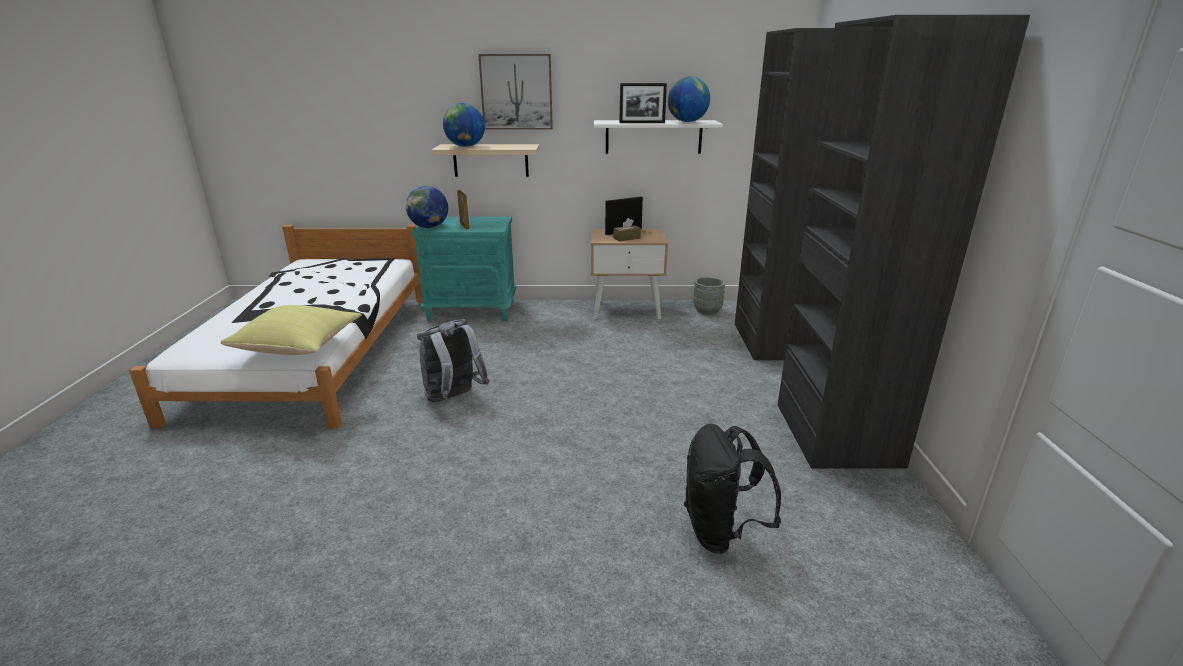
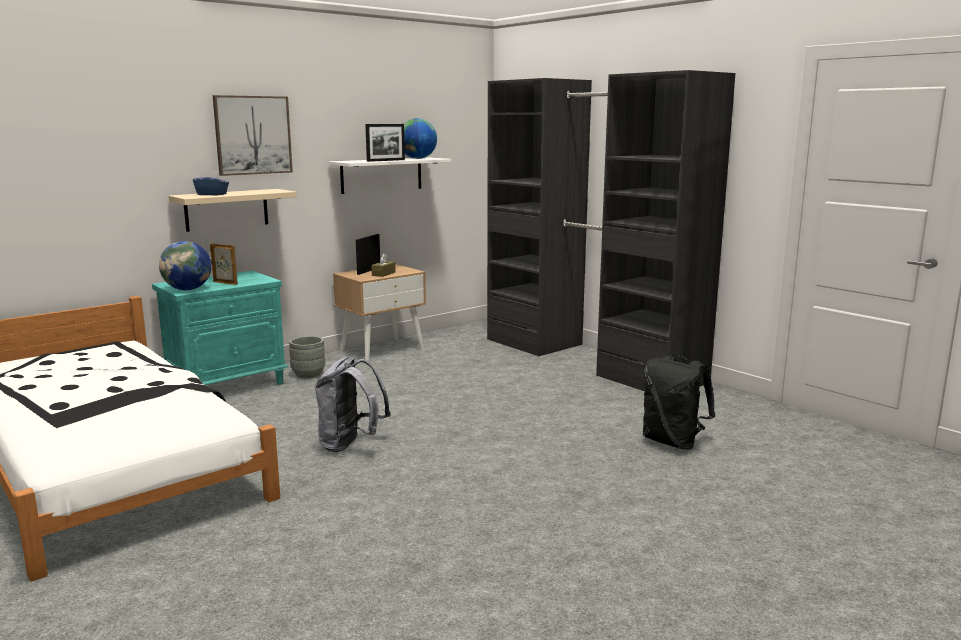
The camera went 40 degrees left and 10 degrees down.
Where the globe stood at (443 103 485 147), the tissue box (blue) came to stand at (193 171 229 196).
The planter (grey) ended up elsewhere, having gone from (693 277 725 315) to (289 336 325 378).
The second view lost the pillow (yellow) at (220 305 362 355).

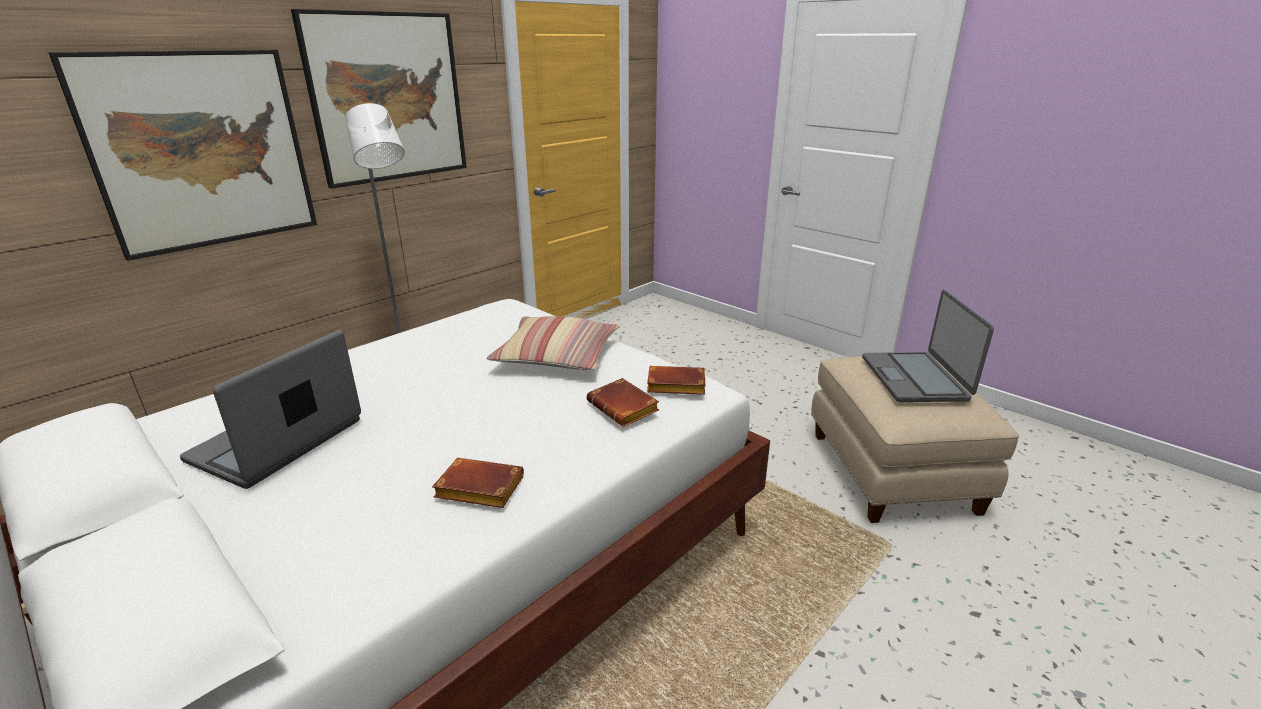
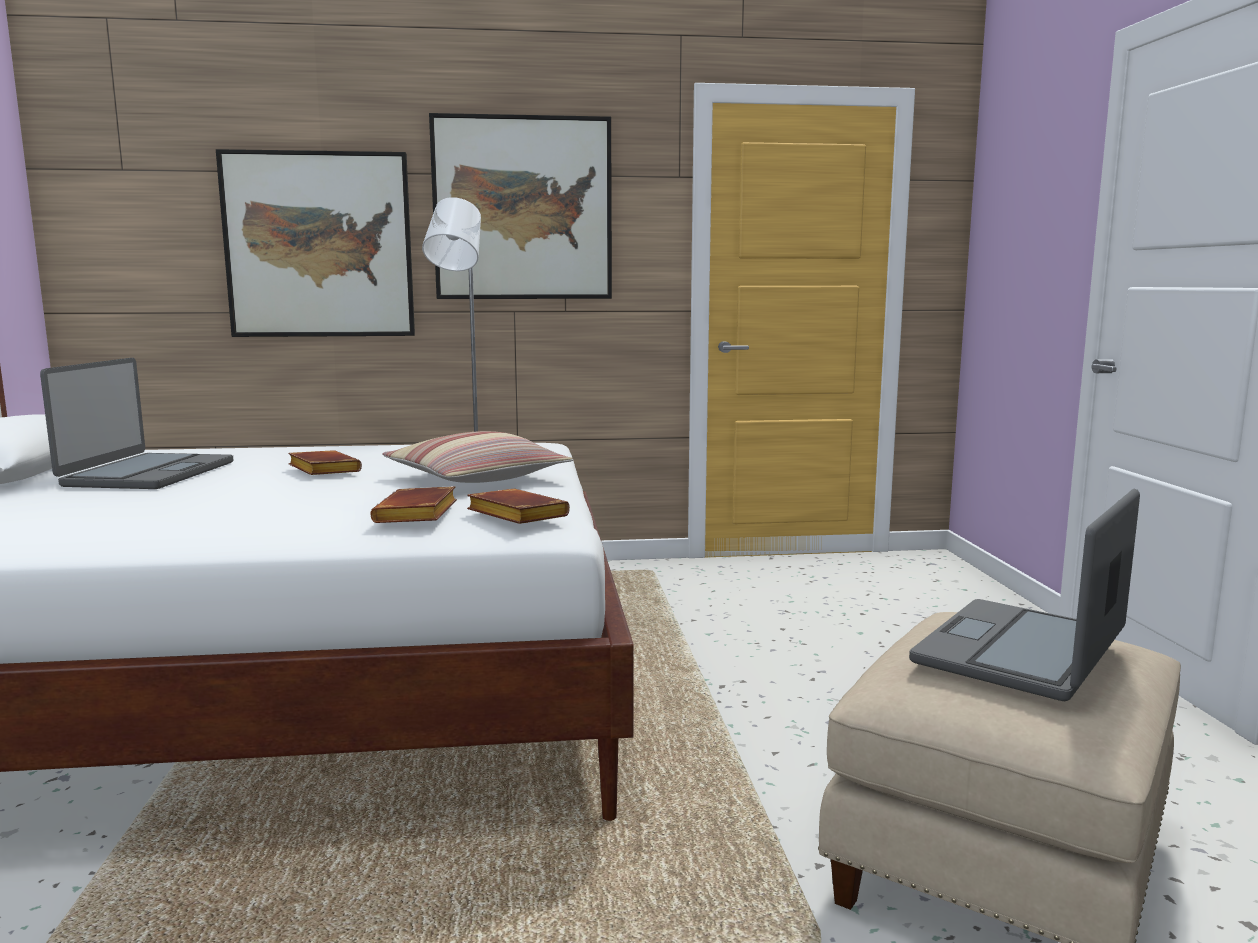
The camera went 40 degrees right and 15 degrees down.
The laptop at (180 330 361 489) ended up facing another way, 120 degrees clockwise from before.
The book (brown) ended up elsewhere, having gone from (432 458 524 508) to (288 450 362 475).

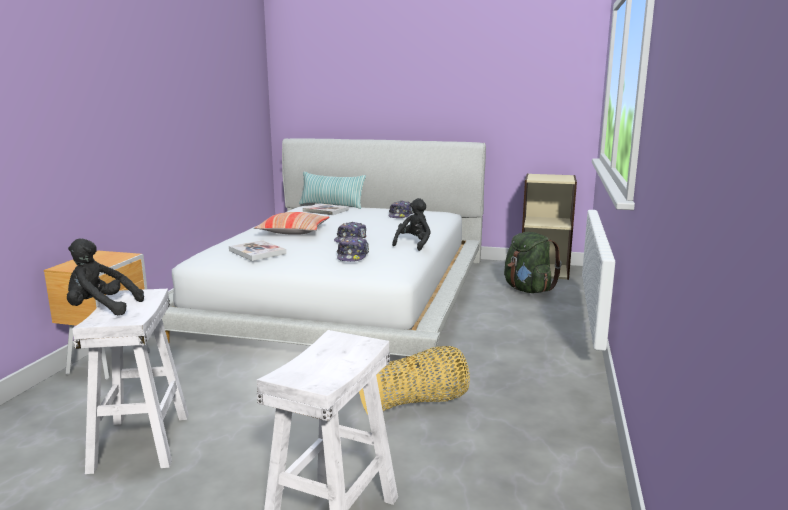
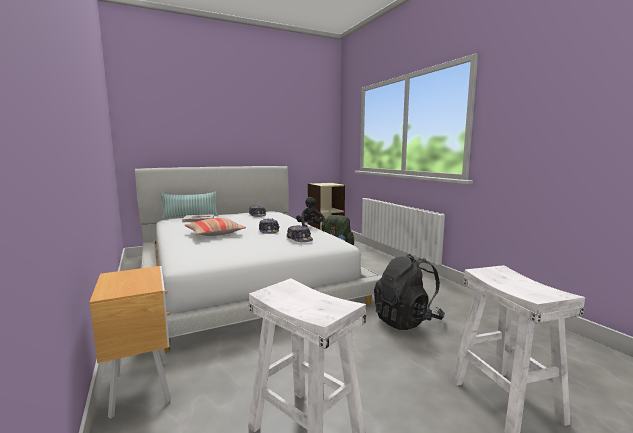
The camera went 40 degrees left and 5 degrees down.
The second view lost the plush toy (black) at (67 239 144 315).
The second view lost the book at (229 240 286 261).
Where the basket stood at (359 346 470 415), the backpack (black) came to stand at (374 254 445 330).

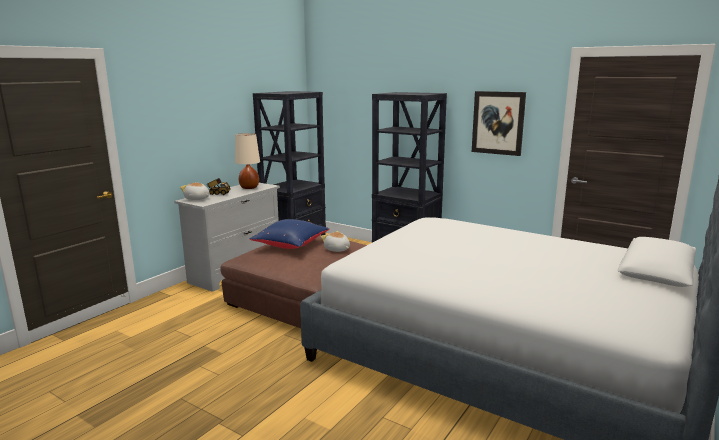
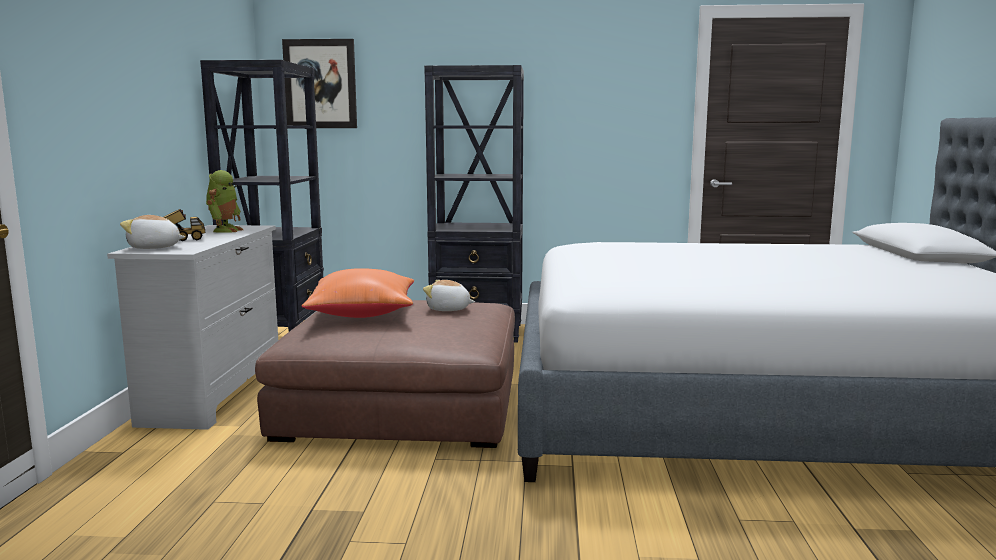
The camera went 30 degrees left and 5 degrees down.
The picture ended up elsewhere, having gone from (472 91 526 156) to (282 39 357 128).
Where the table lamp (beige) stood at (235 133 260 189), the toy robot came to stand at (206 170 243 233).
What was the pillow (blue) at (249 219 329 249) turned into the pillow (orange) at (302 268 414 318).

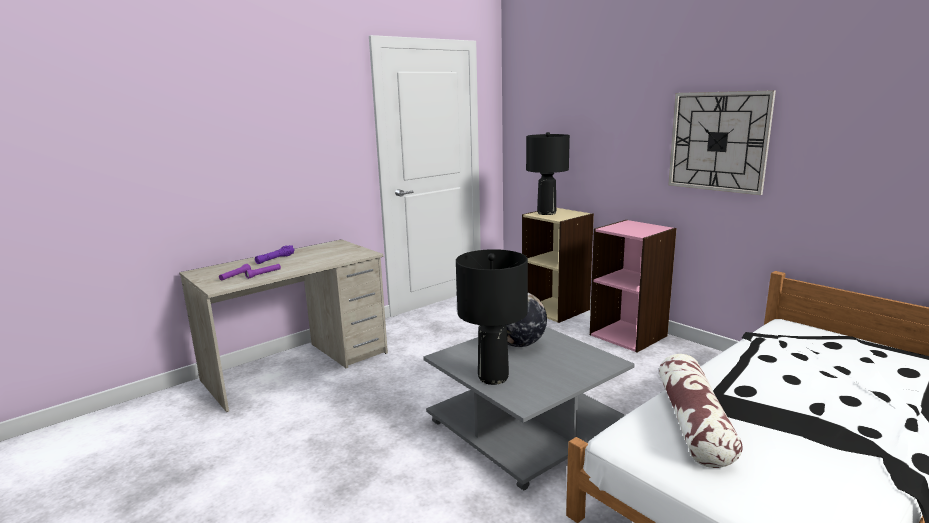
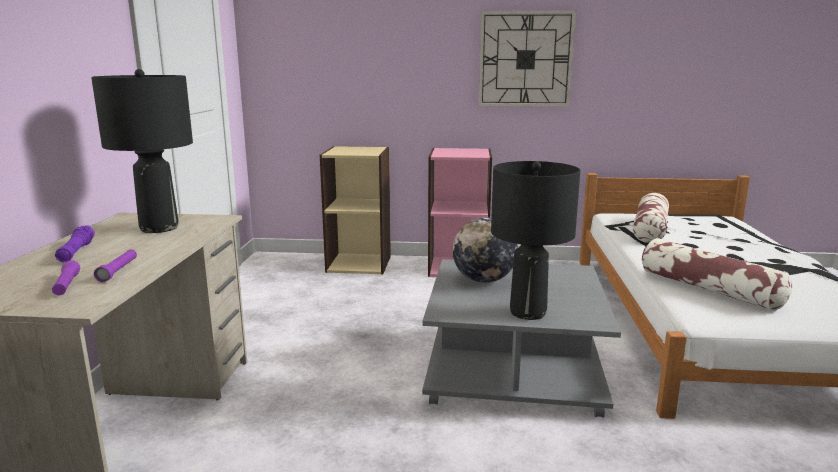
The camera went 45 degrees left and 0 degrees up.
The table lamp (black) ended up elsewhere, having gone from (526 132 570 215) to (91 69 193 233).
The second view gained the pillow at (632 193 669 243).

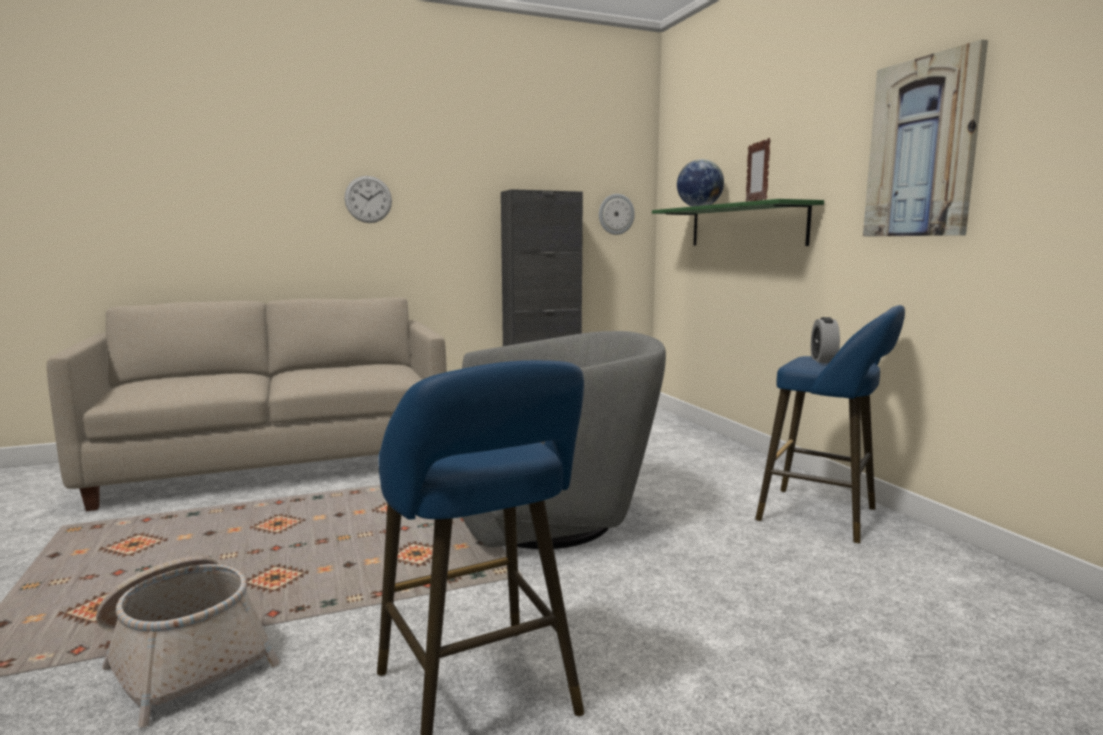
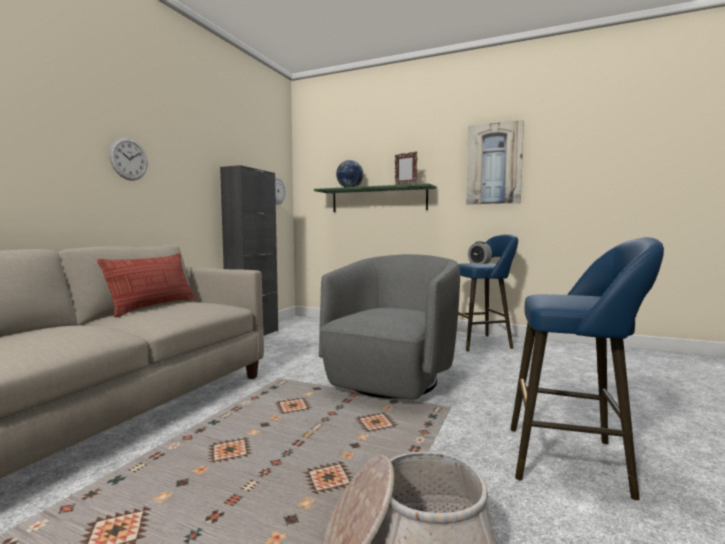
The camera went 45 degrees left and 5 degrees down.
The second view gained the pillow at (97 253 195 318).

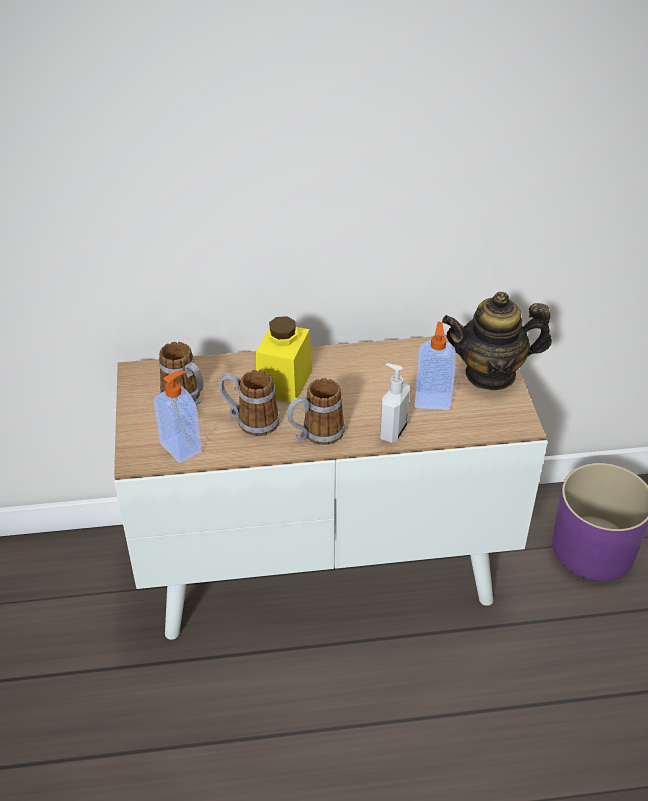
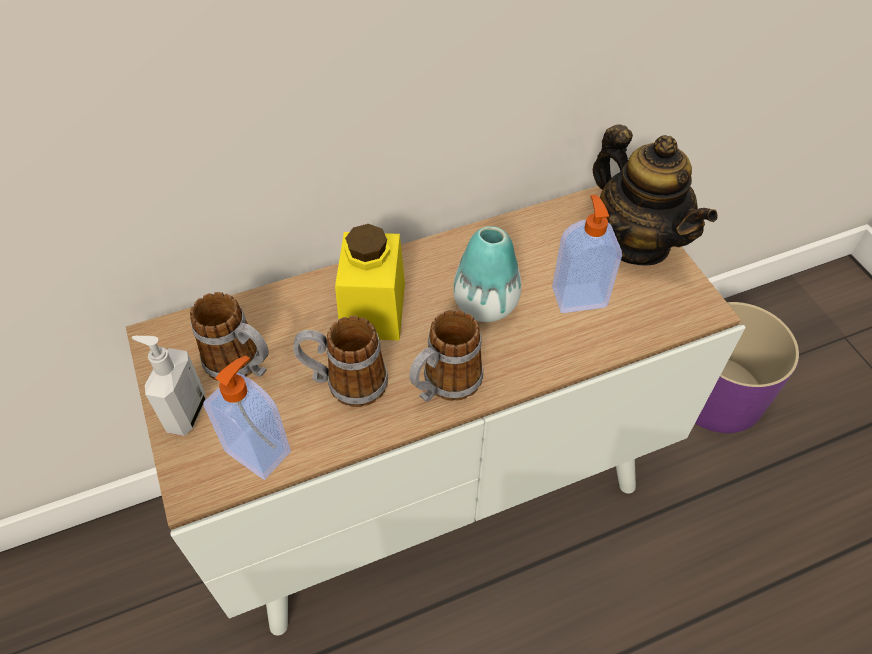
The camera went 15 degrees left and 10 degrees up.
The teapot at (442 292 552 391) ended up facing another way, 105 degrees counterclockwise from before.
The soap dispenser ended up elsewhere, having gone from (380 363 410 443) to (132 336 206 436).
The second view gained the vase at (453 226 521 322).

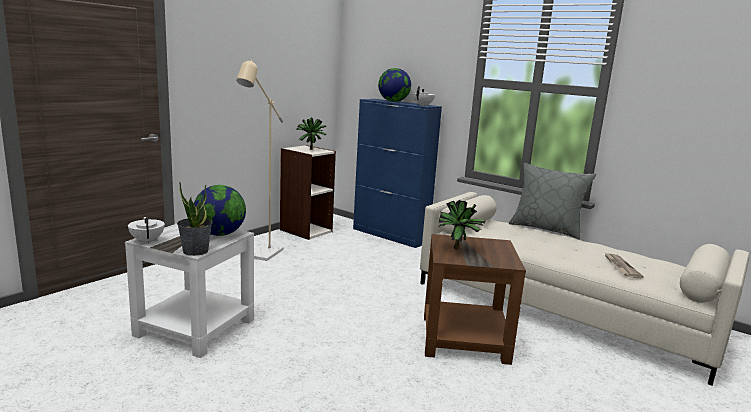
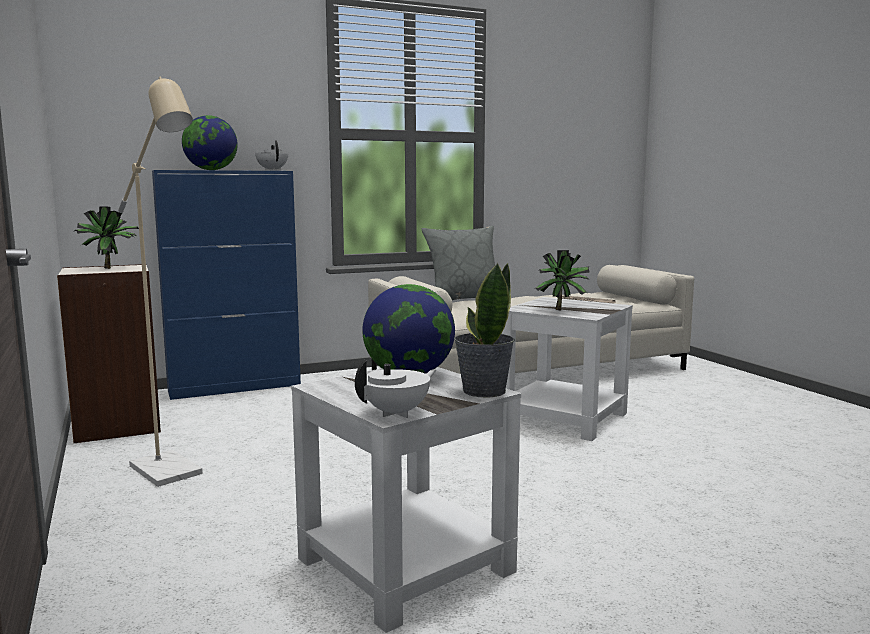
The camera went 60 degrees left and 5 degrees down.
The teapot (white) at (128 217 165 244) ended up facing another way, 135 degrees clockwise from before.
What was the side table (brown) at (424 234 526 365) turned into the side table (white) at (501 297 633 441).

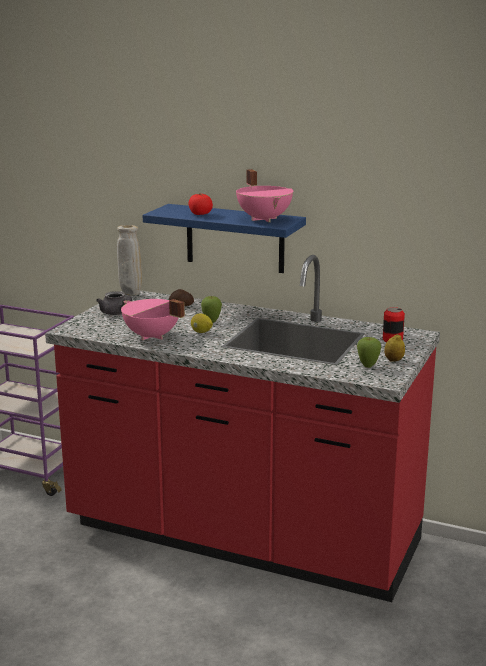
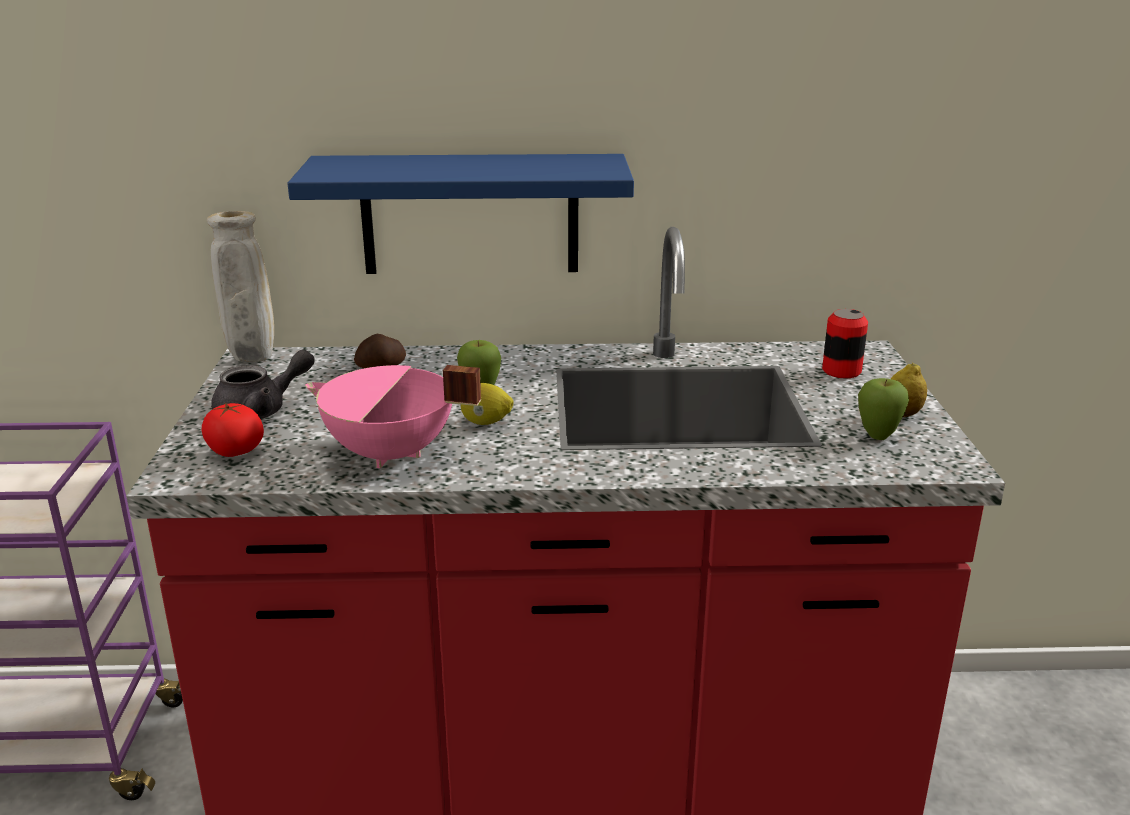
The camera went 25 degrees left and 5 degrees up.
The second view lost the cooking pot (pink) at (236 169 293 222).
The tomato ended up elsewhere, having gone from (188 193 213 215) to (201 402 264 457).
The teapot (grey) at (96 291 132 315) ended up facing another way, 60 degrees counterclockwise from before.

